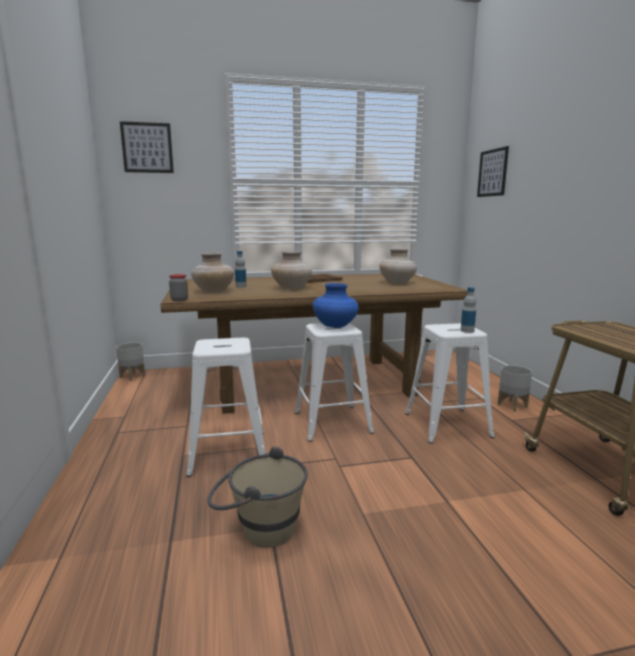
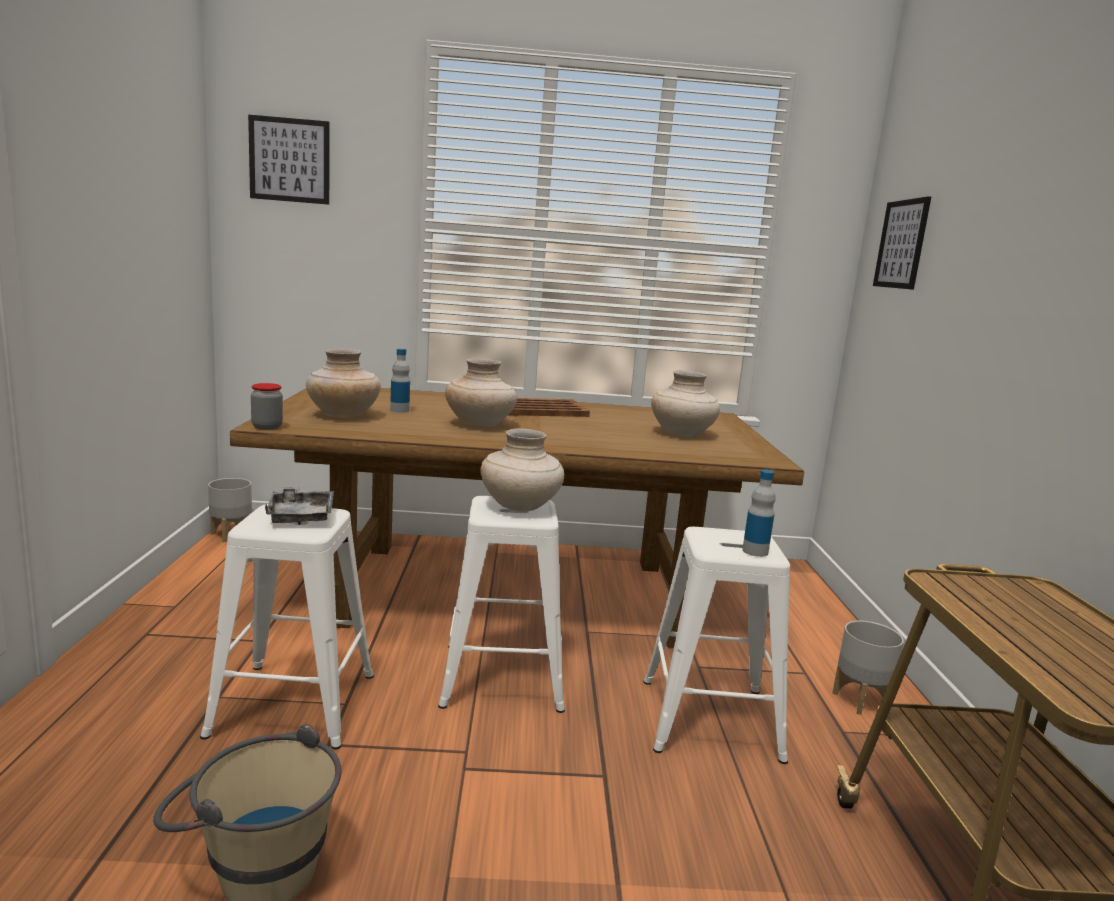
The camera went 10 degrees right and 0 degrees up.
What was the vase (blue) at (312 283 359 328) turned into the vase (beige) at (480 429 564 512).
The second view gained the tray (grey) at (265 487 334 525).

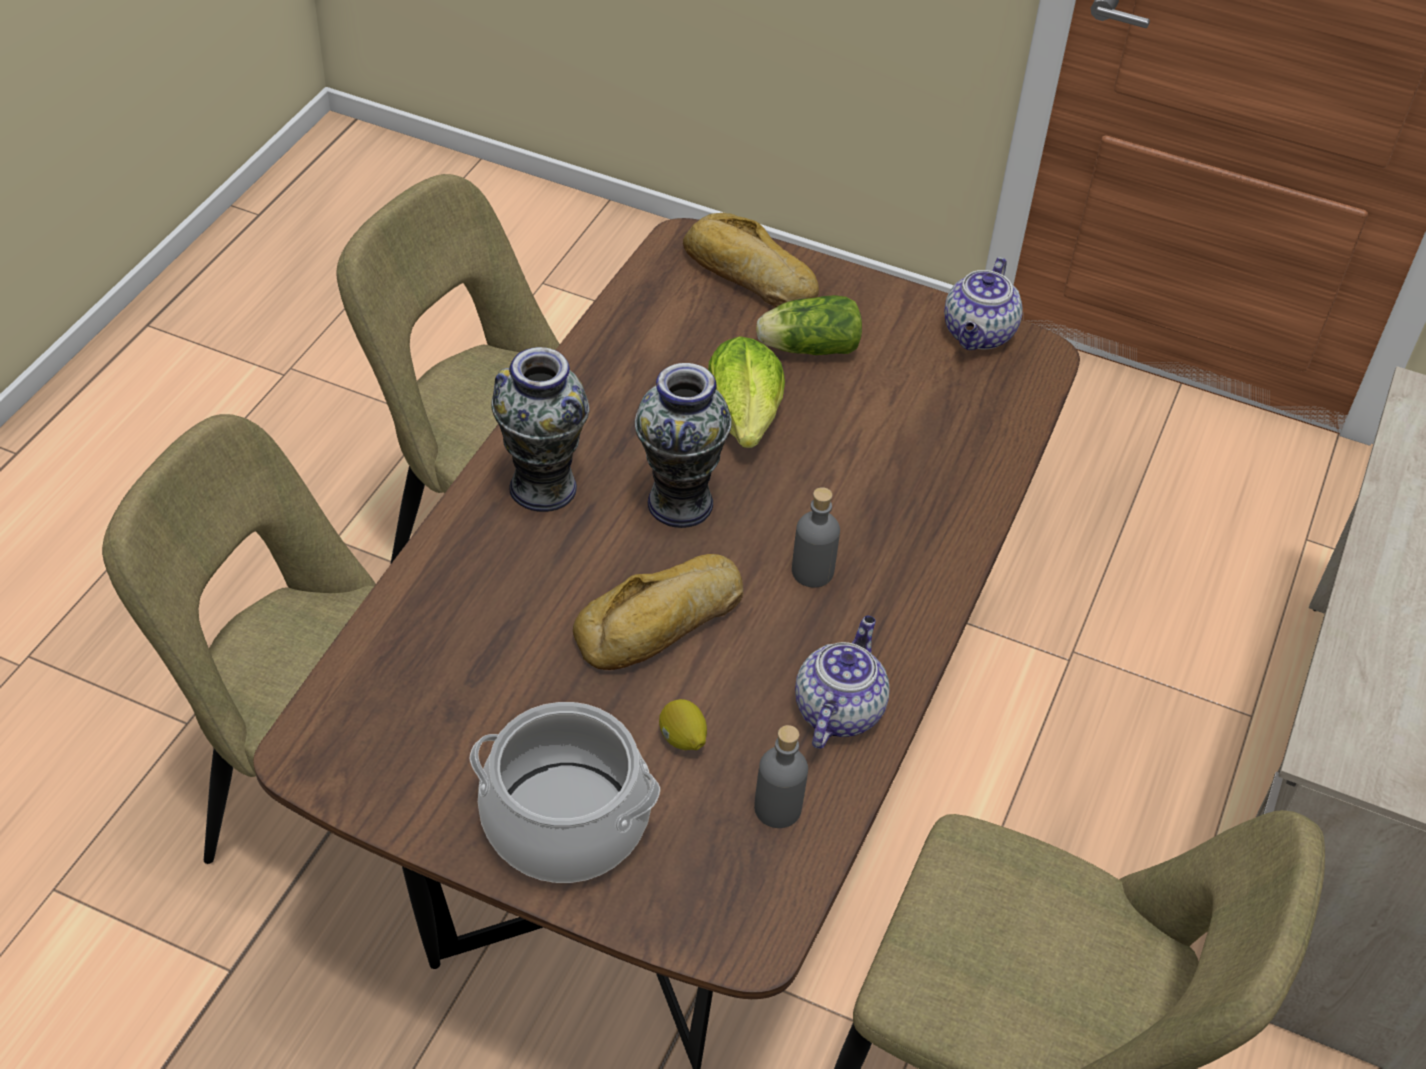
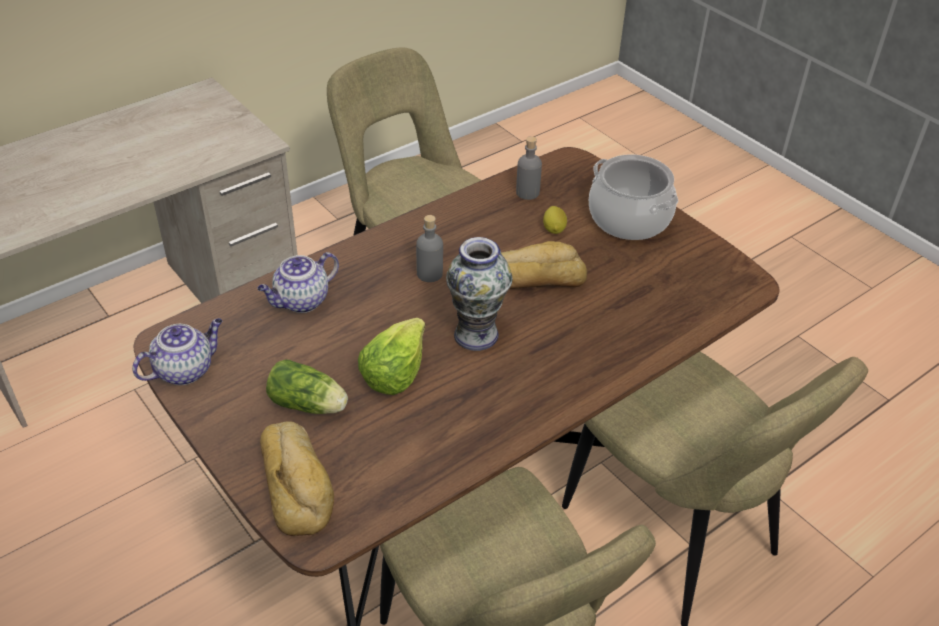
The camera went 150 degrees left and 5 degrees down.
The second view lost the vase at (491 347 589 512).
The teapot ended up elsewhere, having gone from (795 615 890 749) to (257 252 339 313).

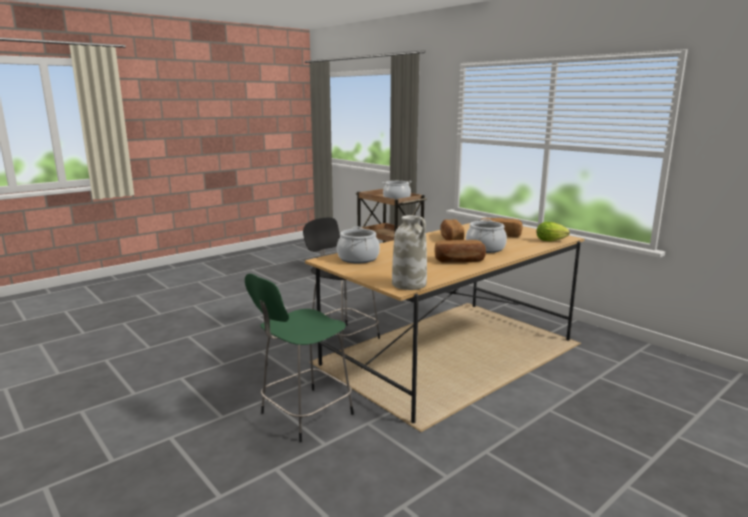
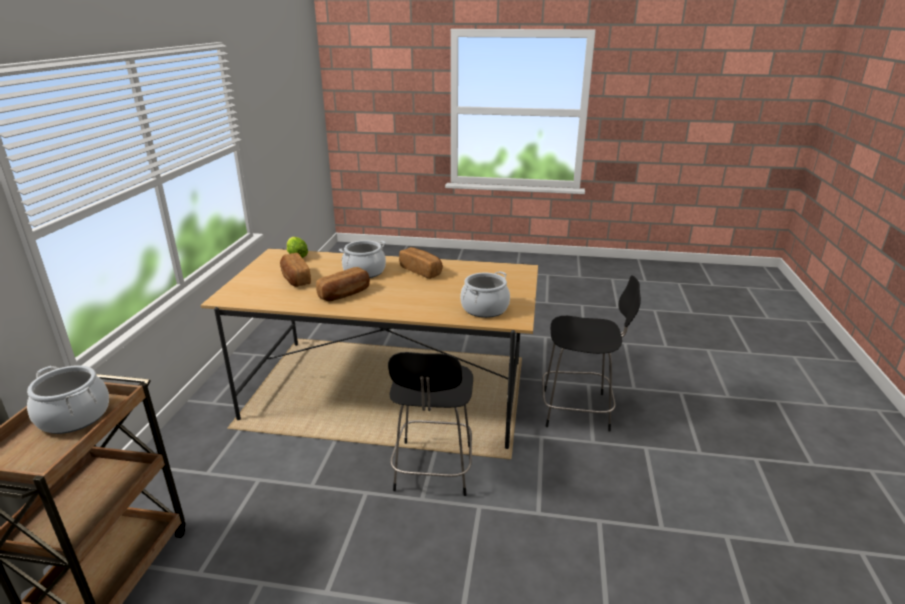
The camera went 130 degrees left and 10 degrees up.
The second view lost the vase (white) at (392 215 427 290).
What was the stool (green) at (245 274 354 442) turned into the stool (black) at (542 275 641 432).

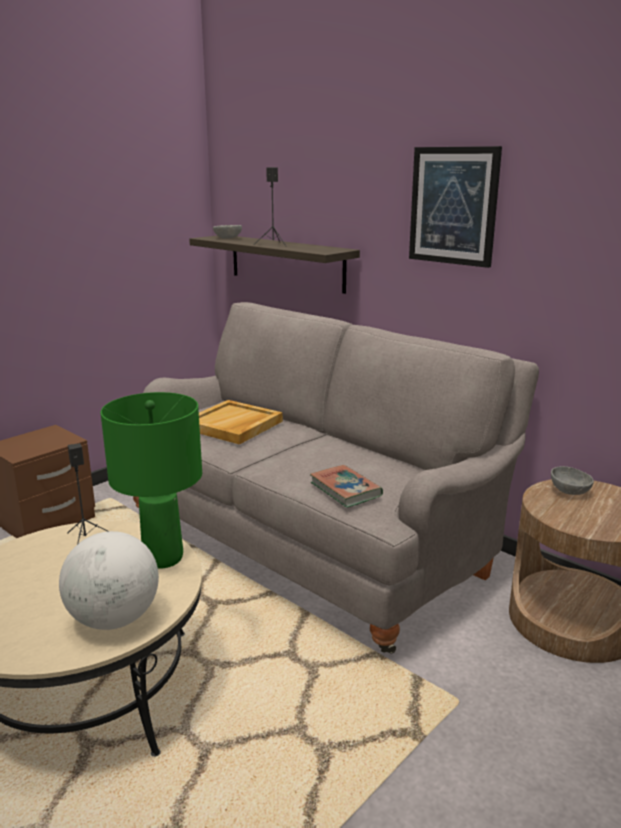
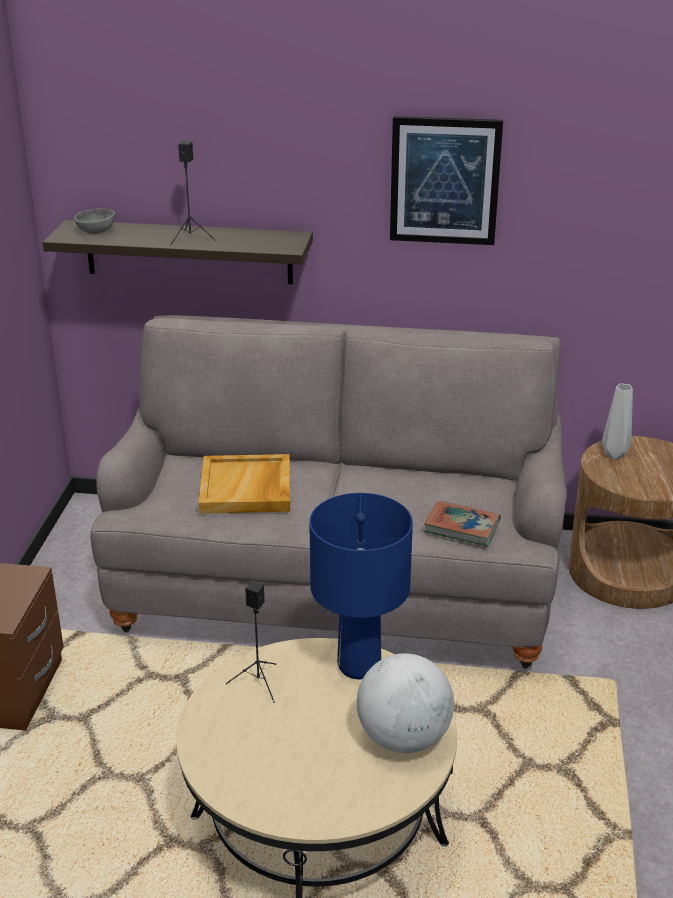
The camera went 35 degrees left and 10 degrees up.
What was the table lamp (green) at (101 392 202 569) turned into the table lamp (blue) at (309 493 413 679).
Where the bowl (grey) stood at (551 466 594 495), the vase (grey) came to stand at (602 383 633 459).

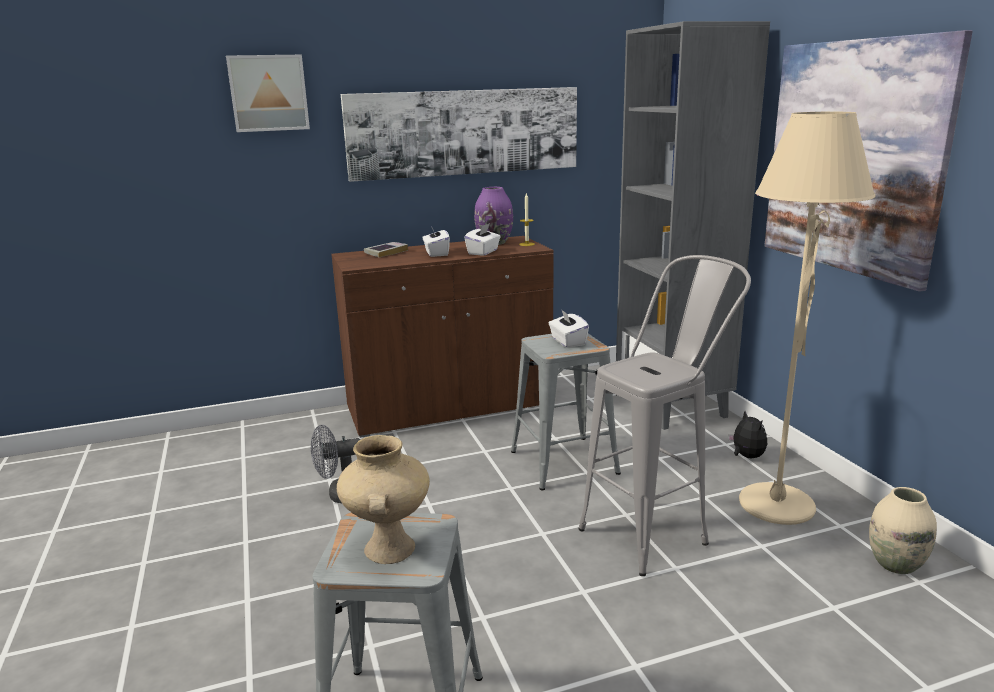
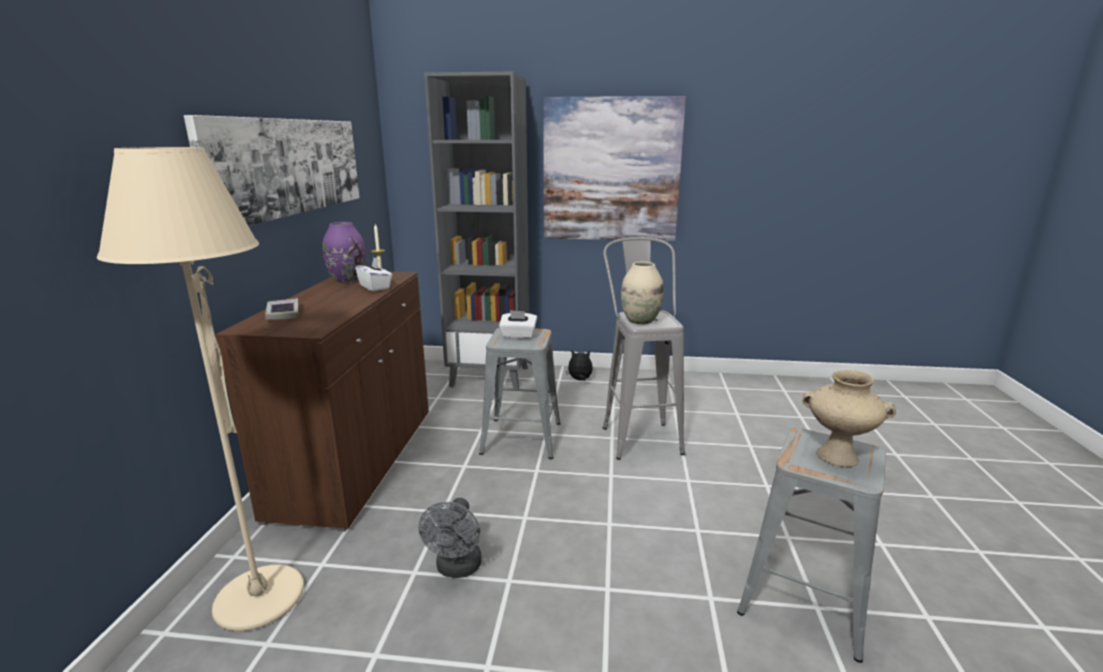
The camera went 65 degrees left and 0 degrees up.
The second view lost the picture at (226 55 310 132).
The floor lamp (beige) ended up elsewhere, having gone from (739 112 876 525) to (97 147 304 631).
The second view lost the tissue box (white) at (422 228 450 257).
The vase (beige) ended up elsewhere, having gone from (869 487 937 574) to (621 262 664 325).

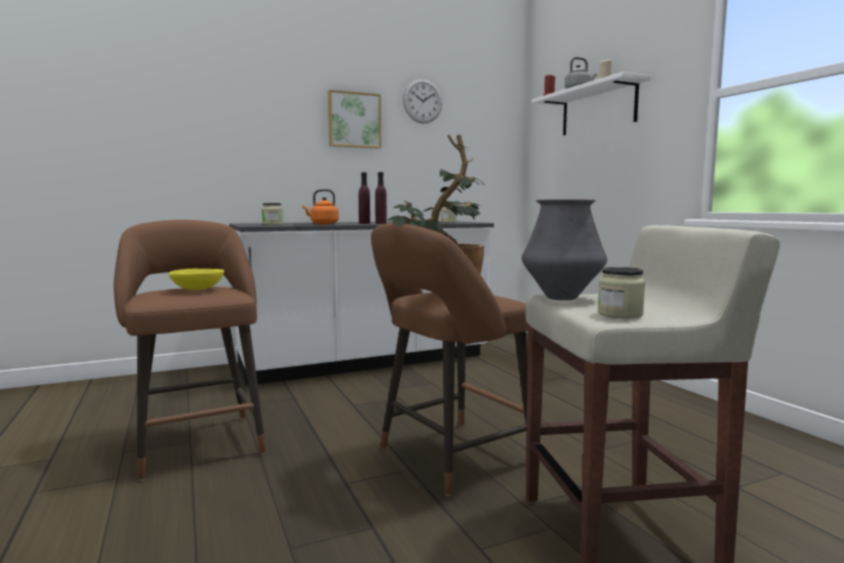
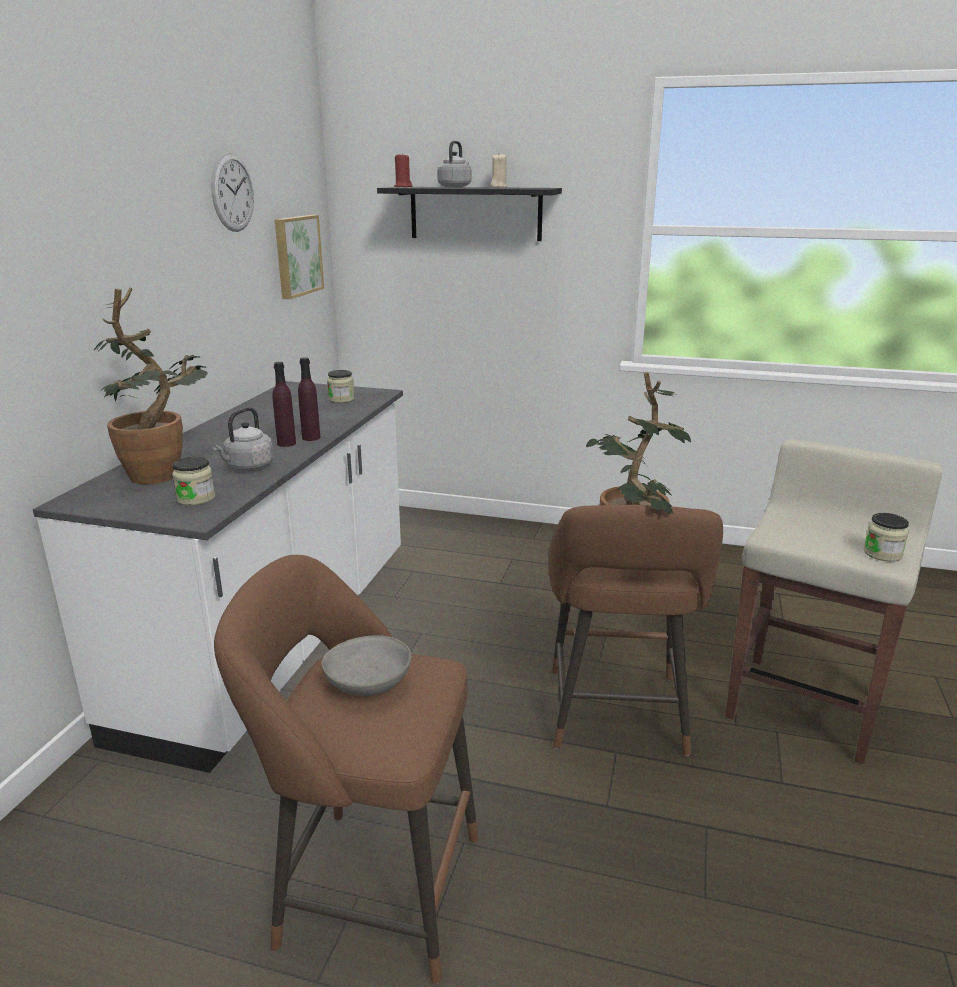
The camera went 50 degrees left and 15 degrees up.
What was the shelf (white) at (531 72 651 135) turned into the shelf (black) at (377 187 562 241).
The picture ended up elsewhere, having gone from (328 90 381 149) to (275 215 324 299).
What was the kettle (orange) at (302 189 339 224) turned into the kettle (grey) at (213 407 274 470).
The second view lost the vase at (521 199 607 301).
What was the bowl (yellow) at (169 269 224 290) turned into the bowl (grey) at (321 635 412 696).
The second view gained the potted plant at (94 287 208 484).

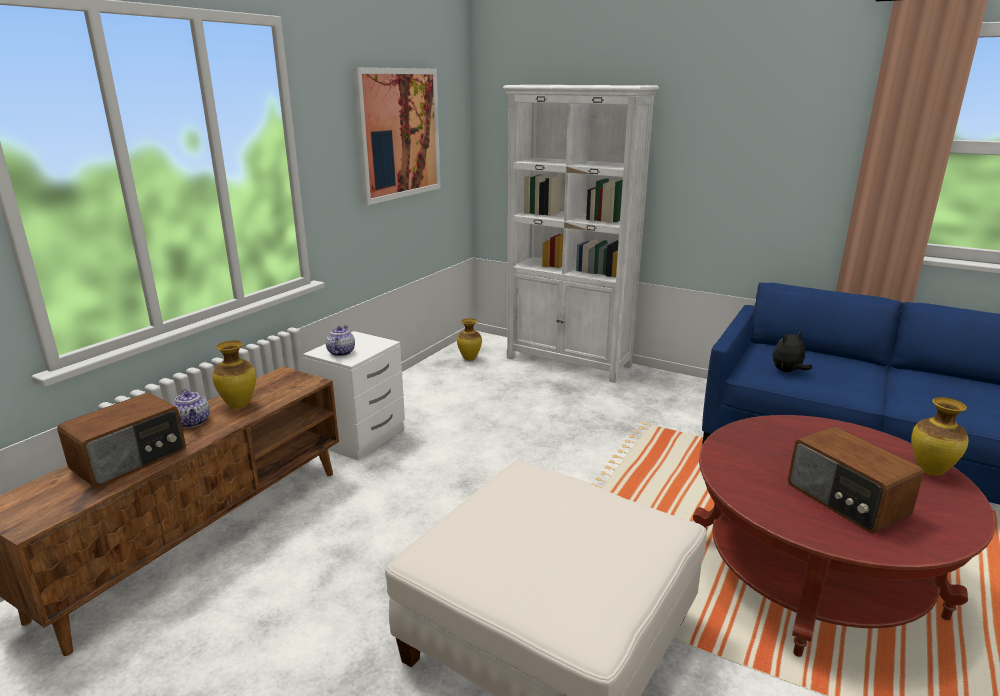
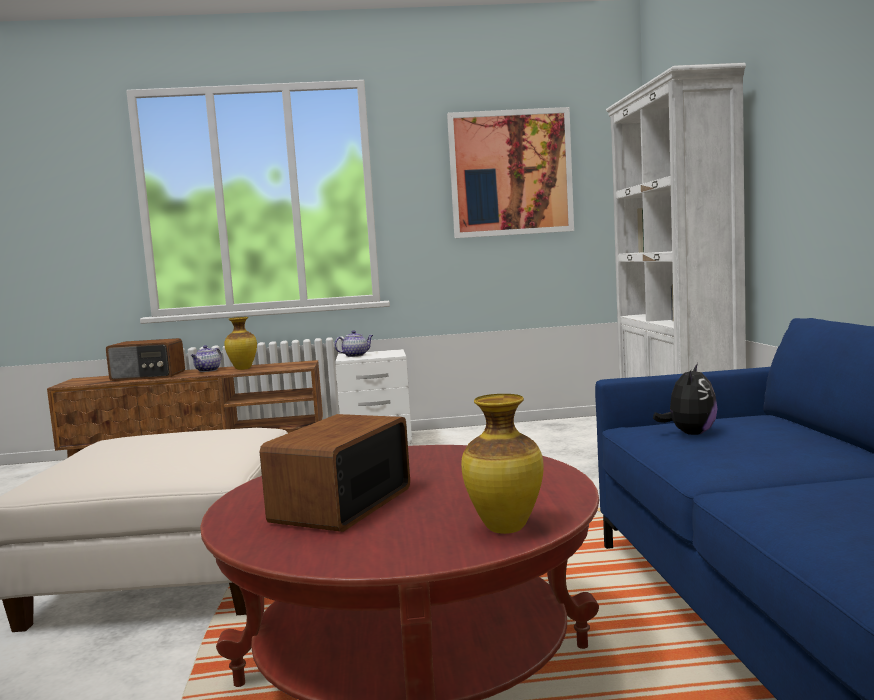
The camera went 55 degrees right and 15 degrees down.
The second view lost the vase at (457 318 482 361).
The plush toy at (773 330 812 372) ended up facing another way, 90 degrees clockwise from before.

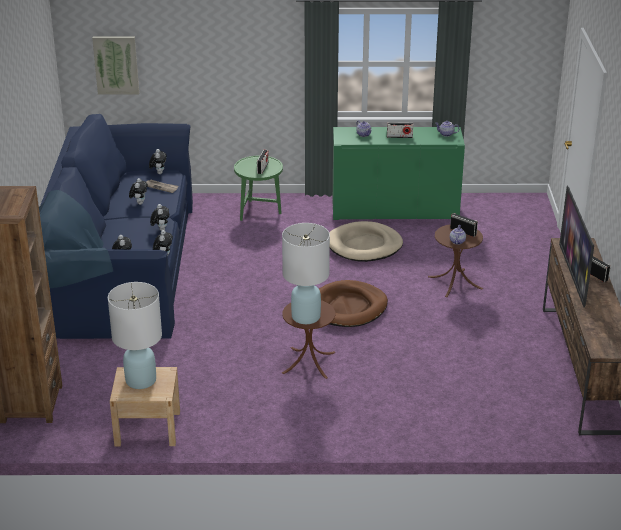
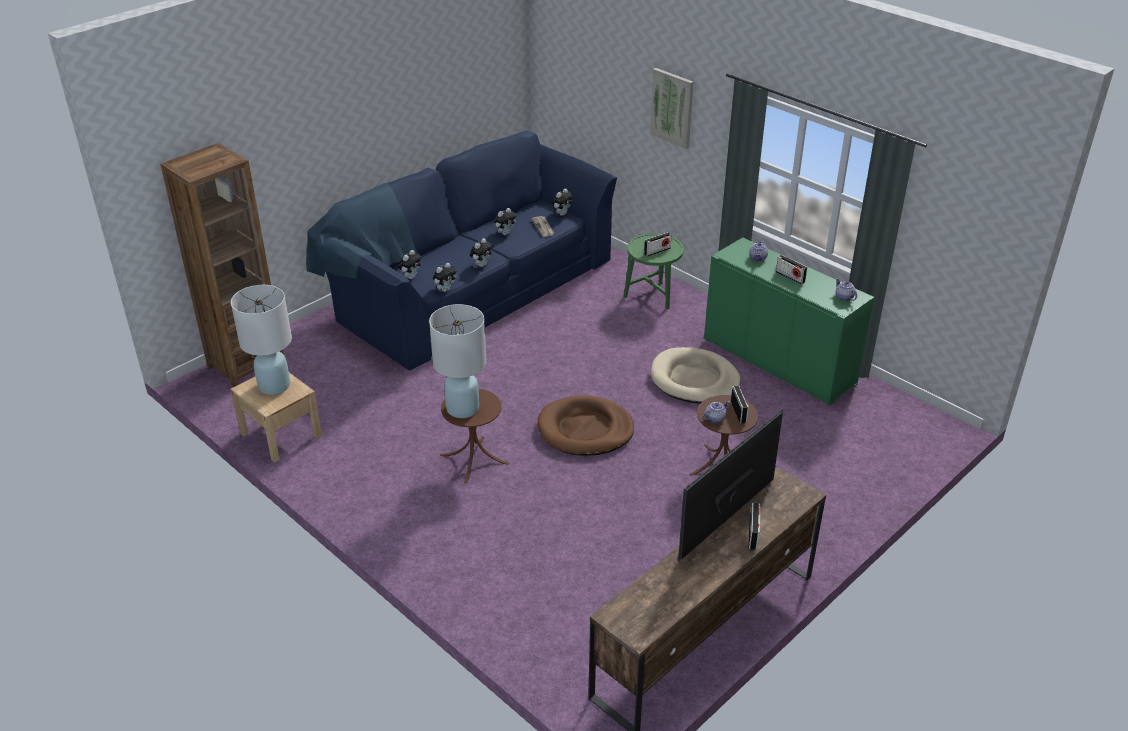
The camera went 45 degrees right and 5 degrees up.
The picture ended up elsewhere, having gone from (92 37 139 94) to (650 68 693 149).

